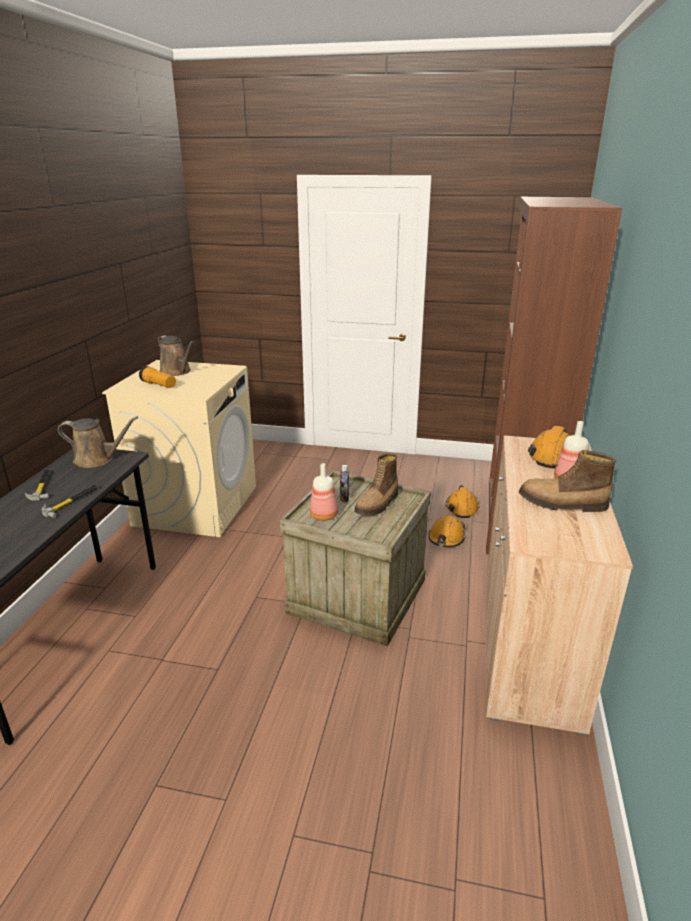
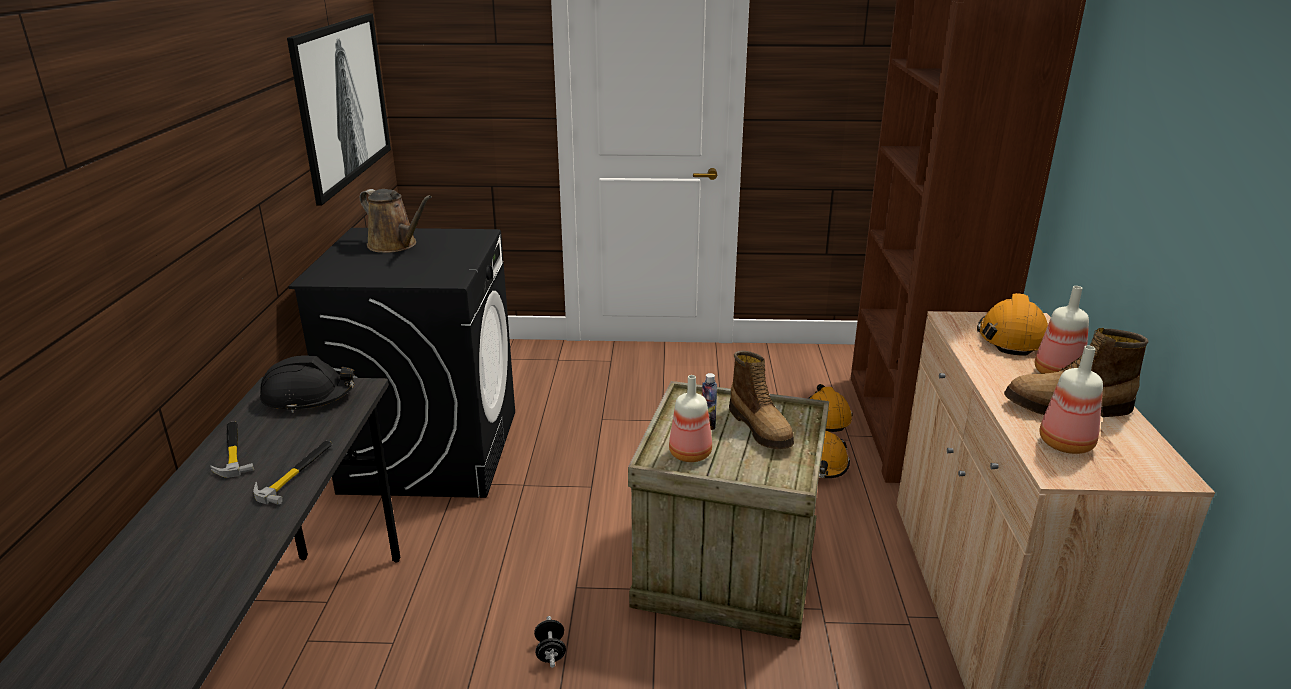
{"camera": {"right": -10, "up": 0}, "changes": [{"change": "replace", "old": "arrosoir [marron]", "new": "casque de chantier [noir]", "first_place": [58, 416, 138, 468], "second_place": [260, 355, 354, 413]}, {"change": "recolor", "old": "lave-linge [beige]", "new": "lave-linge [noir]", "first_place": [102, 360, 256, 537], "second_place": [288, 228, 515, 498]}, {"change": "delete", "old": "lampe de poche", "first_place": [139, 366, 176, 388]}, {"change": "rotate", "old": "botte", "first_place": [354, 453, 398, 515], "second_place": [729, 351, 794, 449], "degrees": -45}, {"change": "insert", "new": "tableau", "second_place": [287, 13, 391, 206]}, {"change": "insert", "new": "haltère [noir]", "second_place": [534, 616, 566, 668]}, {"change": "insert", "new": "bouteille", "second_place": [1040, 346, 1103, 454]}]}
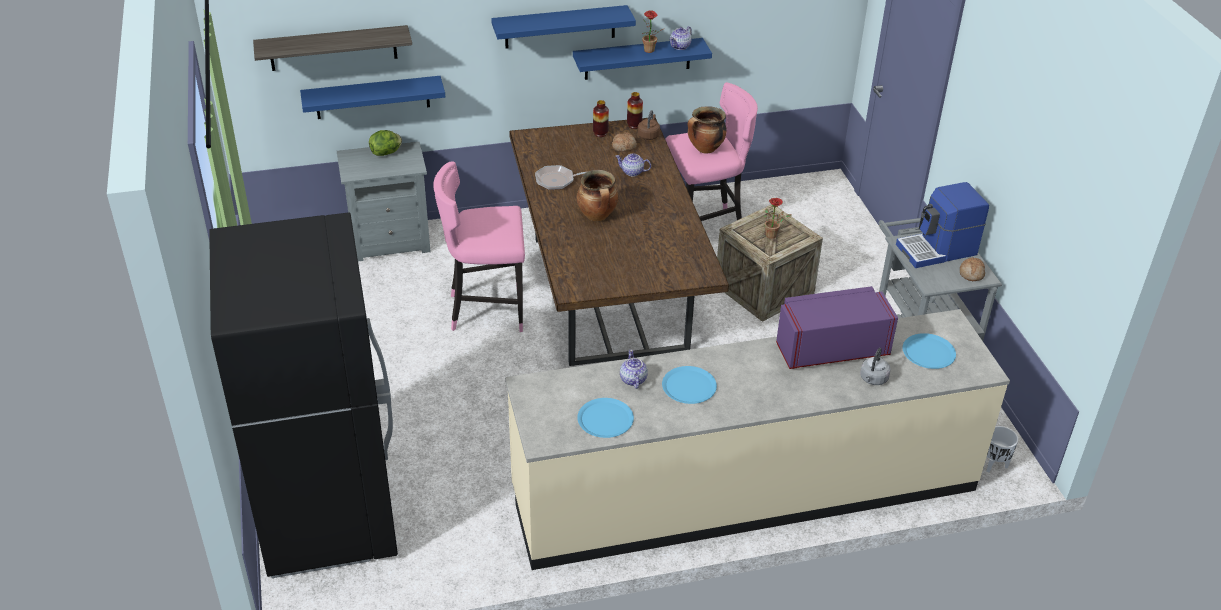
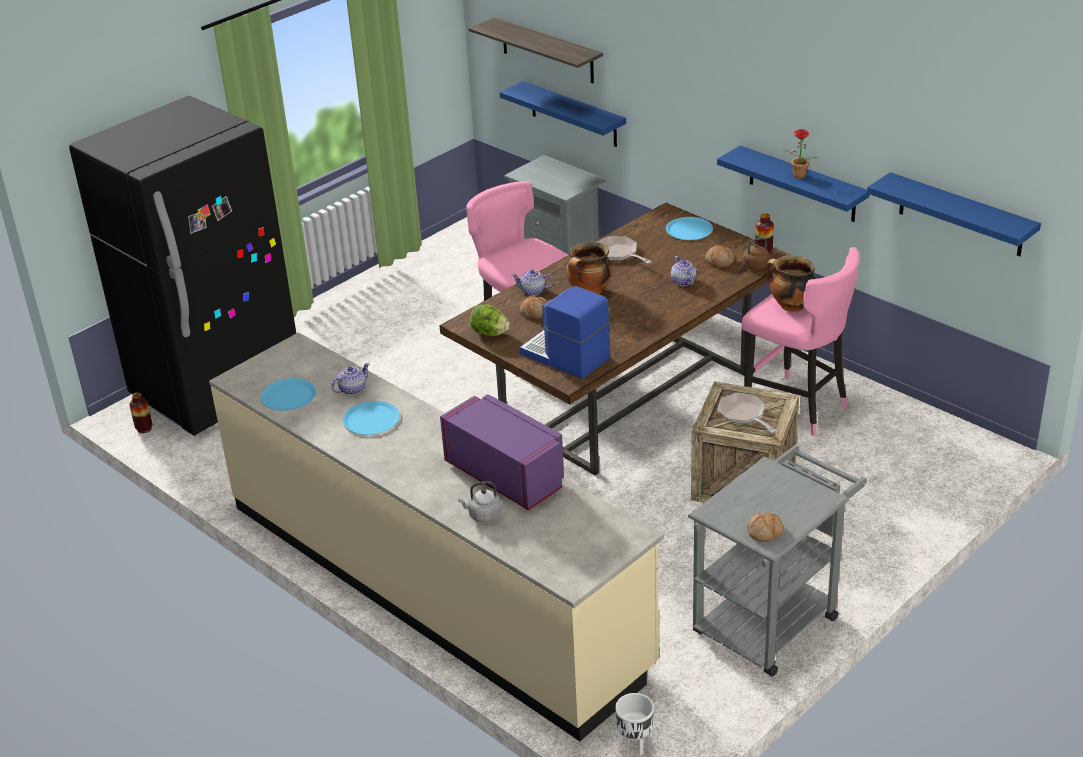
{"camera": {"right": 60, "up": -5}, "changes": [{"change": "move", "old": "laitue", "first_place": [369, 130, 402, 156], "second_place": [470, 304, 510, 336]}, {"change": "move", "old": "étagère [bleu]", "first_place": [491, 5, 636, 49], "second_place": [867, 172, 1041, 256]}, {"change": "move", "old": "vase", "first_place": [593, 100, 609, 137], "second_place": [130, 393, 152, 433]}, {"change": "move", "old": "théière", "first_place": [670, 26, 692, 50], "second_place": [511, 269, 554, 296]}, {"change": "replace", "old": "plante en pot", "new": "poêle", "first_place": [764, 198, 792, 239], "second_place": [718, 393, 777, 433]}, {"change": "move", "old": "machine à café", "first_place": [896, 182, 989, 268], "second_place": [520, 286, 610, 379]}, {"change": "move", "old": "assiette [bleu]", "first_place": [903, 333, 956, 369], "second_place": [666, 217, 713, 240]}, {"change": "insert", "new": "pain", "second_place": [520, 296, 547, 319]}]}
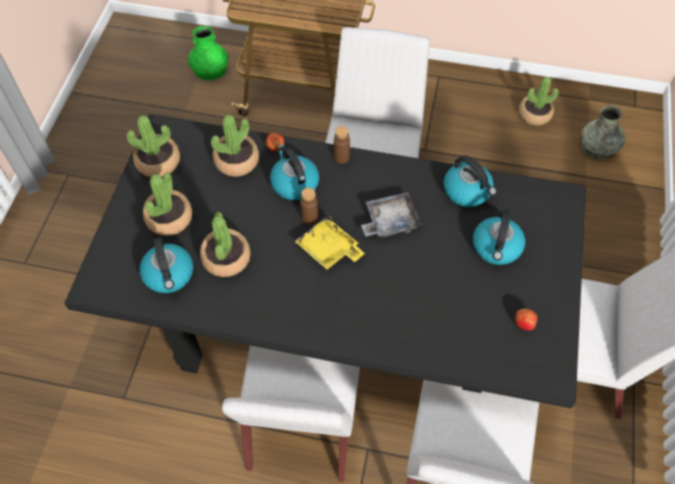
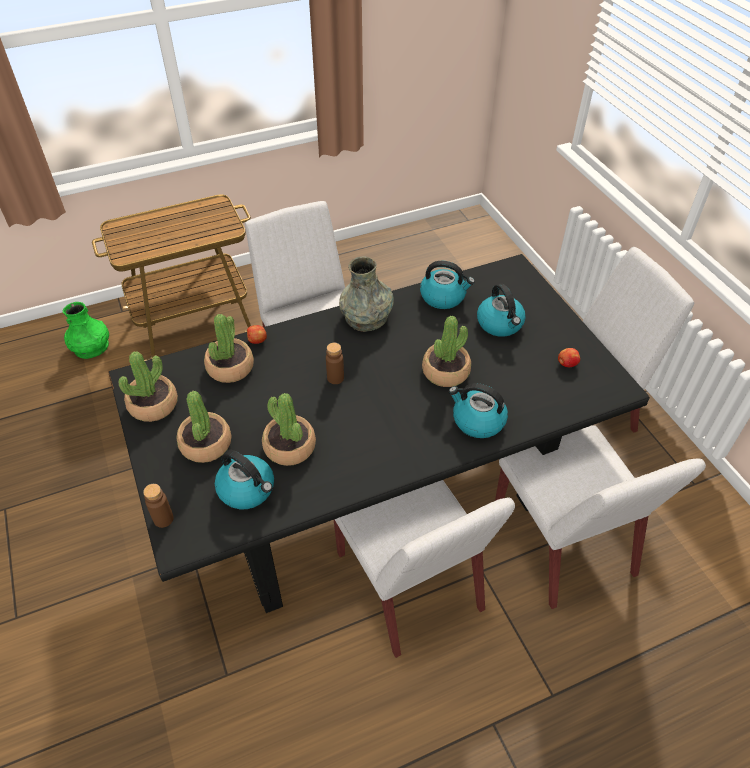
{"camera": {"right": -35, "up": -10}, "changes": [{"change": "move", "old": "bouilloire", "first_place": [270, 144, 319, 200], "second_place": [449, 383, 508, 438]}, {"change": "delete", "old": "plateau [jaune]", "first_place": [295, 214, 365, 270]}, {"change": "move", "old": "bouteille [marron]", "first_place": [334, 126, 350, 164], "second_place": [143, 484, 174, 528]}, {"change": "delete", "old": "plateau [gris]", "first_place": [361, 192, 422, 238]}, {"change": "move", "old": "plante en pot", "first_place": [519, 77, 559, 126], "second_place": [422, 316, 471, 387]}, {"change": "move", "old": "vase [gris]", "first_place": [581, 105, 625, 160], "second_place": [339, 257, 394, 332]}]}
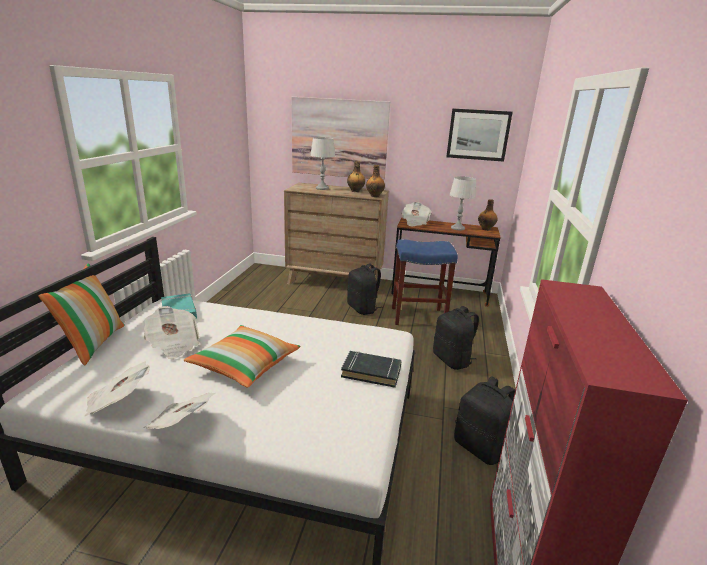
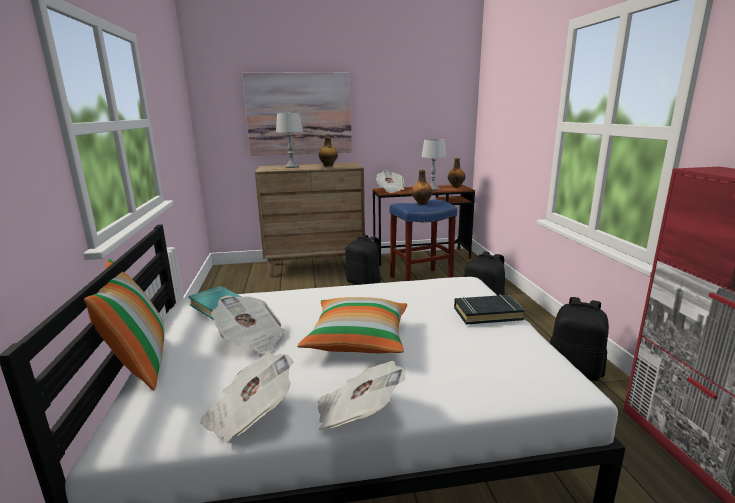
{"camera": {"right": -20, "up": -5}, "changes": [{"change": "move", "old": "bouteille", "first_place": [366, 165, 385, 197], "second_place": [412, 170, 433, 205]}, {"change": "delete", "old": "tableau", "first_place": [446, 108, 513, 162]}]}
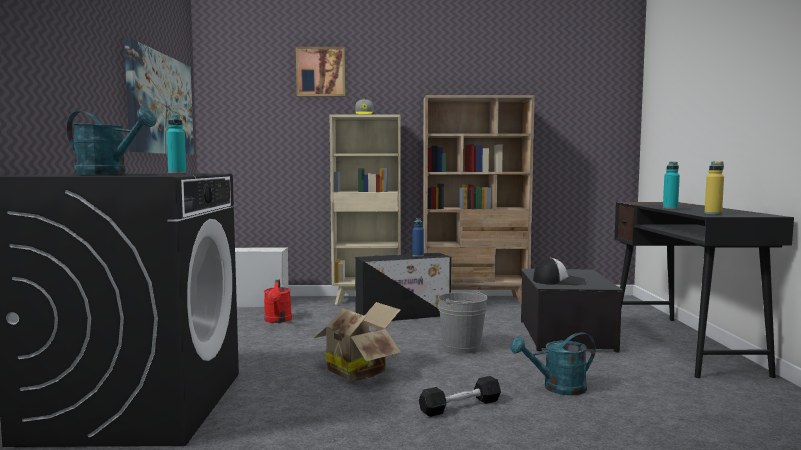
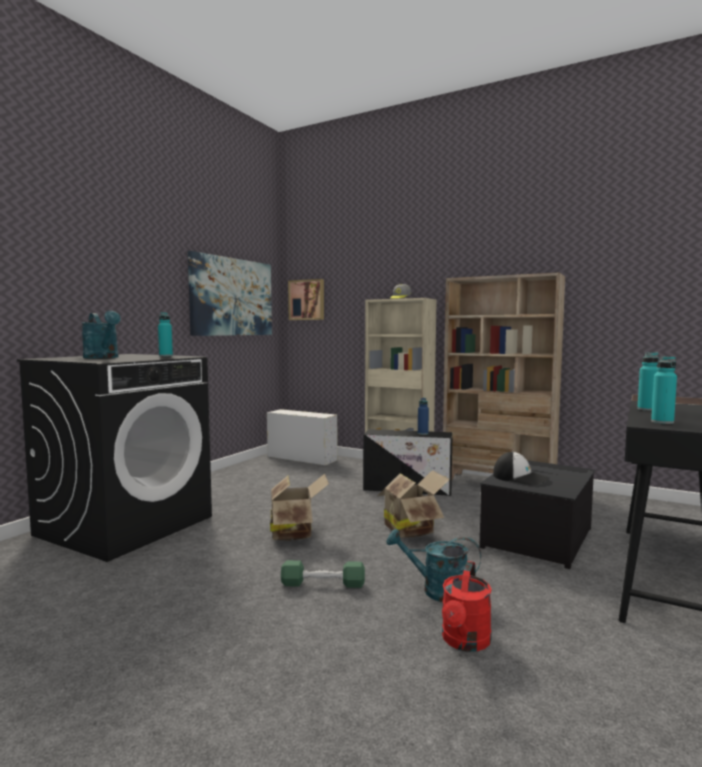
{"camera": {"right": 30, "up": 0}, "changes": [{"change": "move", "old": "arrosoir [rouge]", "first_place": [264, 280, 292, 323], "second_place": [442, 561, 492, 652]}, {"change": "move", "old": "tableau", "first_place": [296, 47, 345, 97], "second_place": [288, 279, 324, 320]}, {"change": "recolor", "old": "haltère [noir]", "new": "haltère [vert]", "first_place": [419, 376, 501, 417], "second_place": [281, 560, 365, 588]}, {"change": "replace", "old": "seau [gris]", "new": "carton", "first_place": [438, 290, 488, 354], "second_place": [377, 470, 450, 538]}, {"change": "recolor", "old": "bouteille [jaune]", "new": "bouteille [turquoise]", "first_place": [705, 161, 724, 215], "second_place": [651, 356, 677, 424]}]}
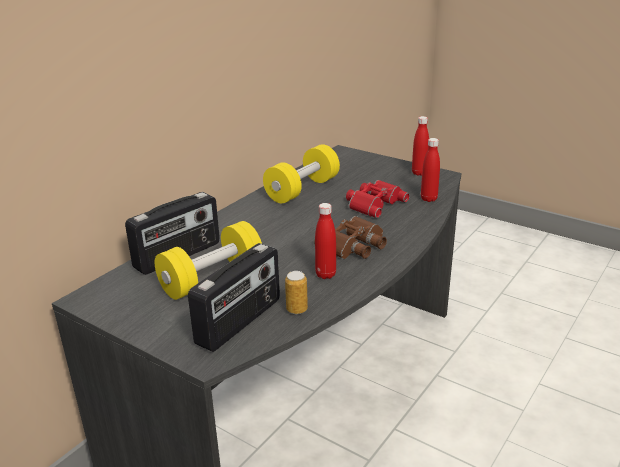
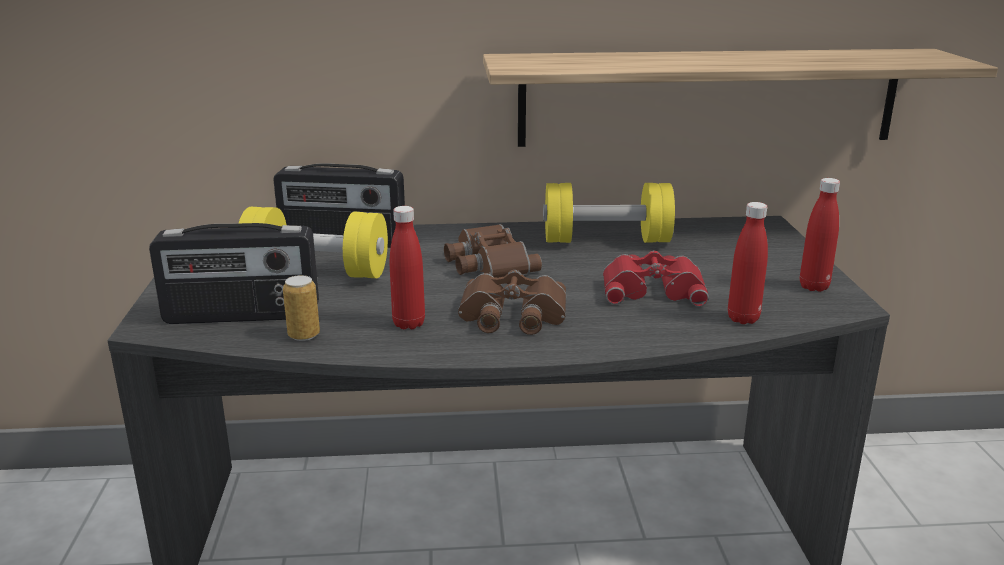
{"camera": {"right": 50, "up": -5}, "changes": [{"change": "insert", "new": "jumelles [marron]", "second_place": [444, 224, 542, 278]}, {"change": "insert", "new": "étagère", "second_place": [483, 49, 998, 147]}]}
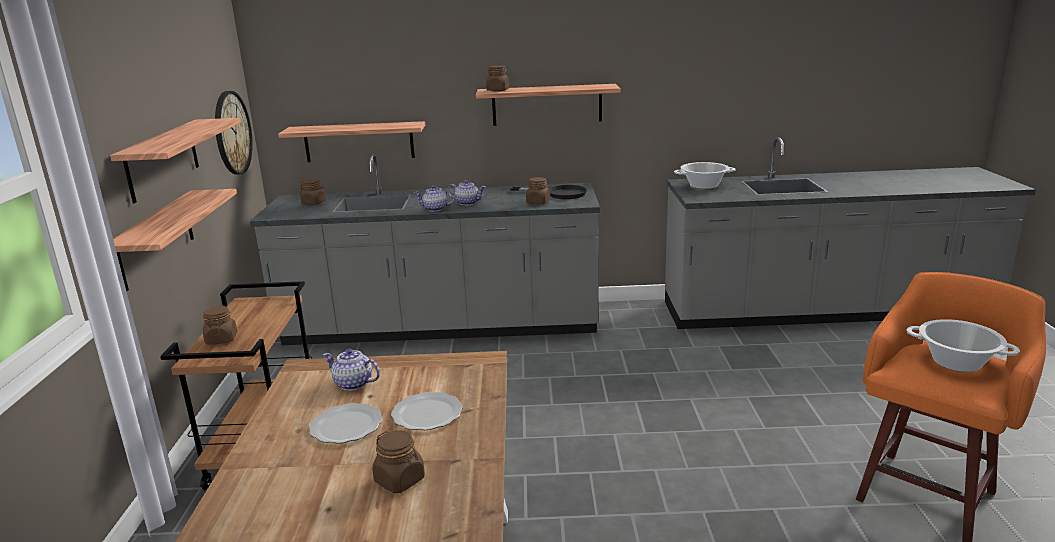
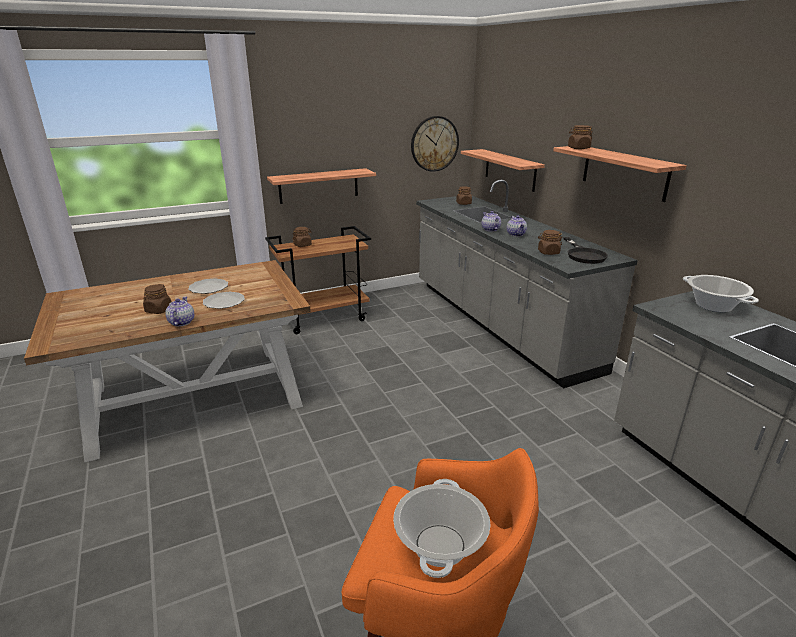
{"camera": {"right": 65, "up": 5}, "changes": [{"change": "delete", "old": "étagère", "first_place": [110, 118, 241, 203]}, {"change": "move", "old": "théière", "first_place": [323, 349, 380, 391], "second_place": [165, 297, 194, 327]}]}
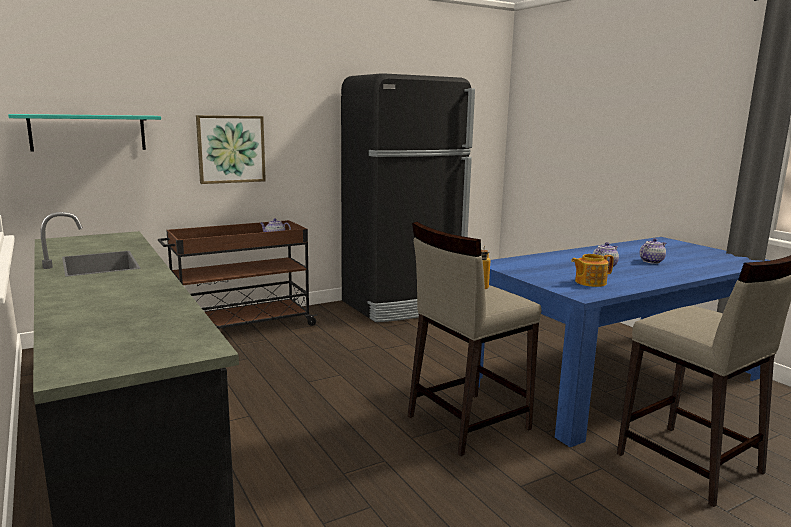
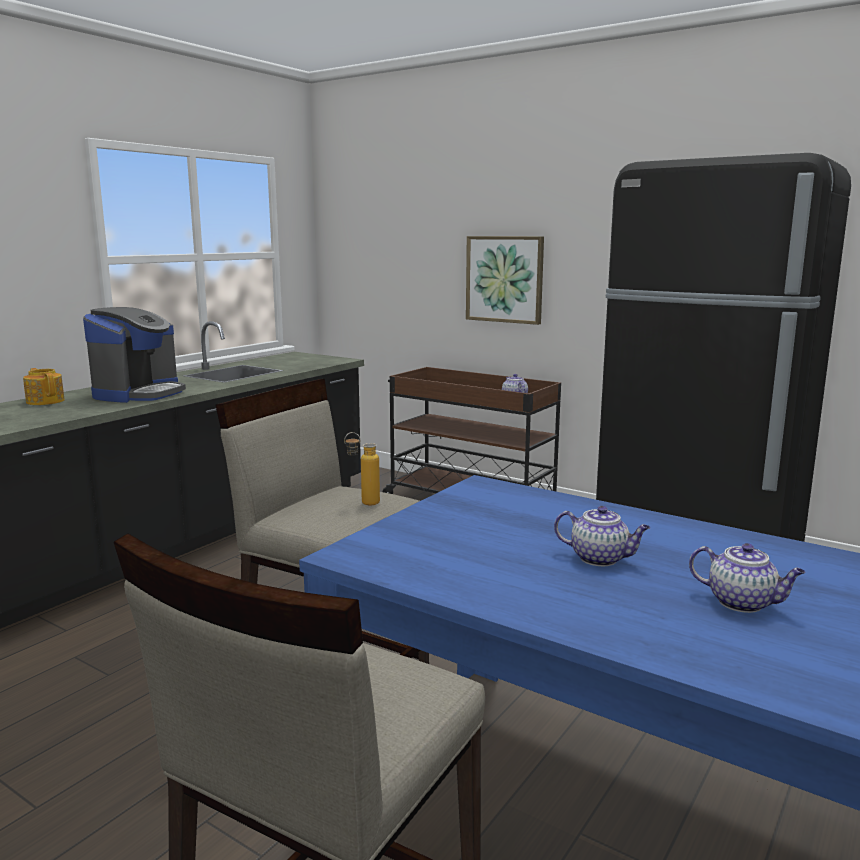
{"camera": {"right": 65, "up": 0}, "changes": [{"change": "delete", "old": "étagère [turquoise]", "first_place": [8, 114, 161, 151]}, {"change": "move", "old": "théière", "first_place": [571, 254, 614, 287], "second_place": [23, 368, 65, 405]}, {"change": "insert", "new": "machine à café", "second_place": [83, 307, 186, 403]}]}
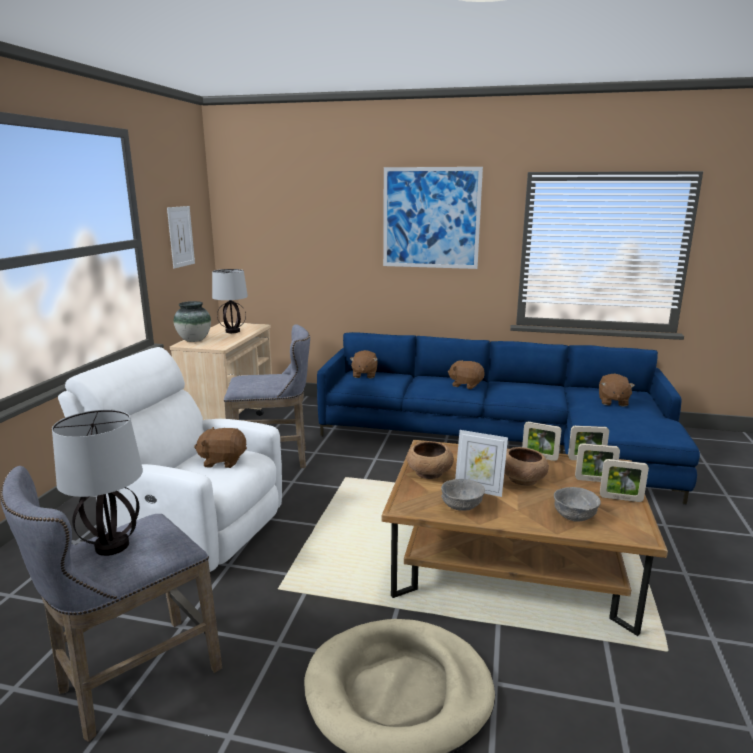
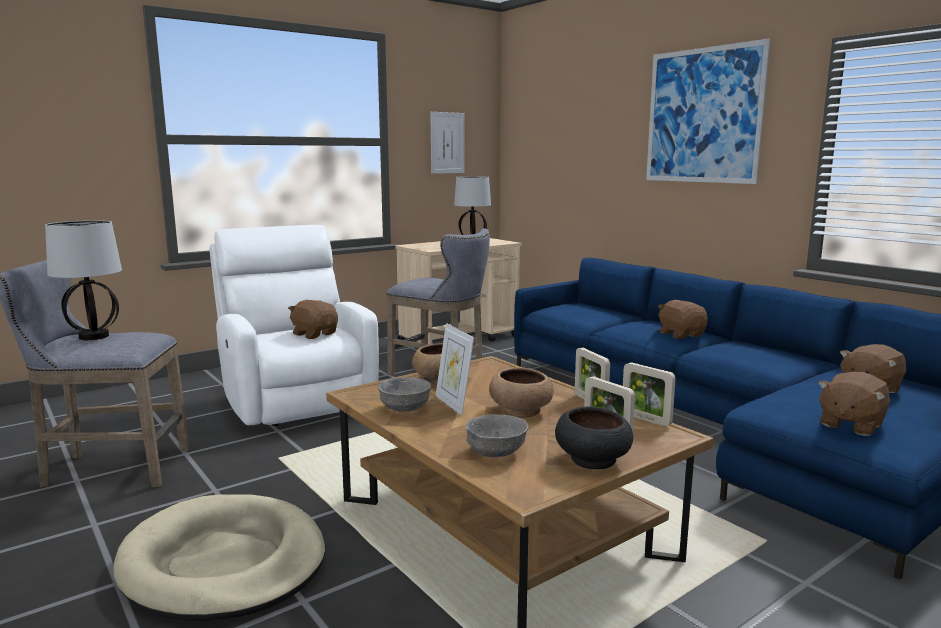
{"camera": {"right": 40, "up": -5}, "changes": [{"change": "delete", "old": "vase", "first_place": [174, 301, 211, 342]}, {"change": "move", "old": "peluche [marron]", "first_place": [350, 350, 378, 378], "second_place": [818, 372, 890, 436]}, {"change": "replace", "old": "cadre photo", "new": "bol [noir]", "first_place": [600, 459, 649, 502], "second_place": [555, 407, 633, 469]}]}
